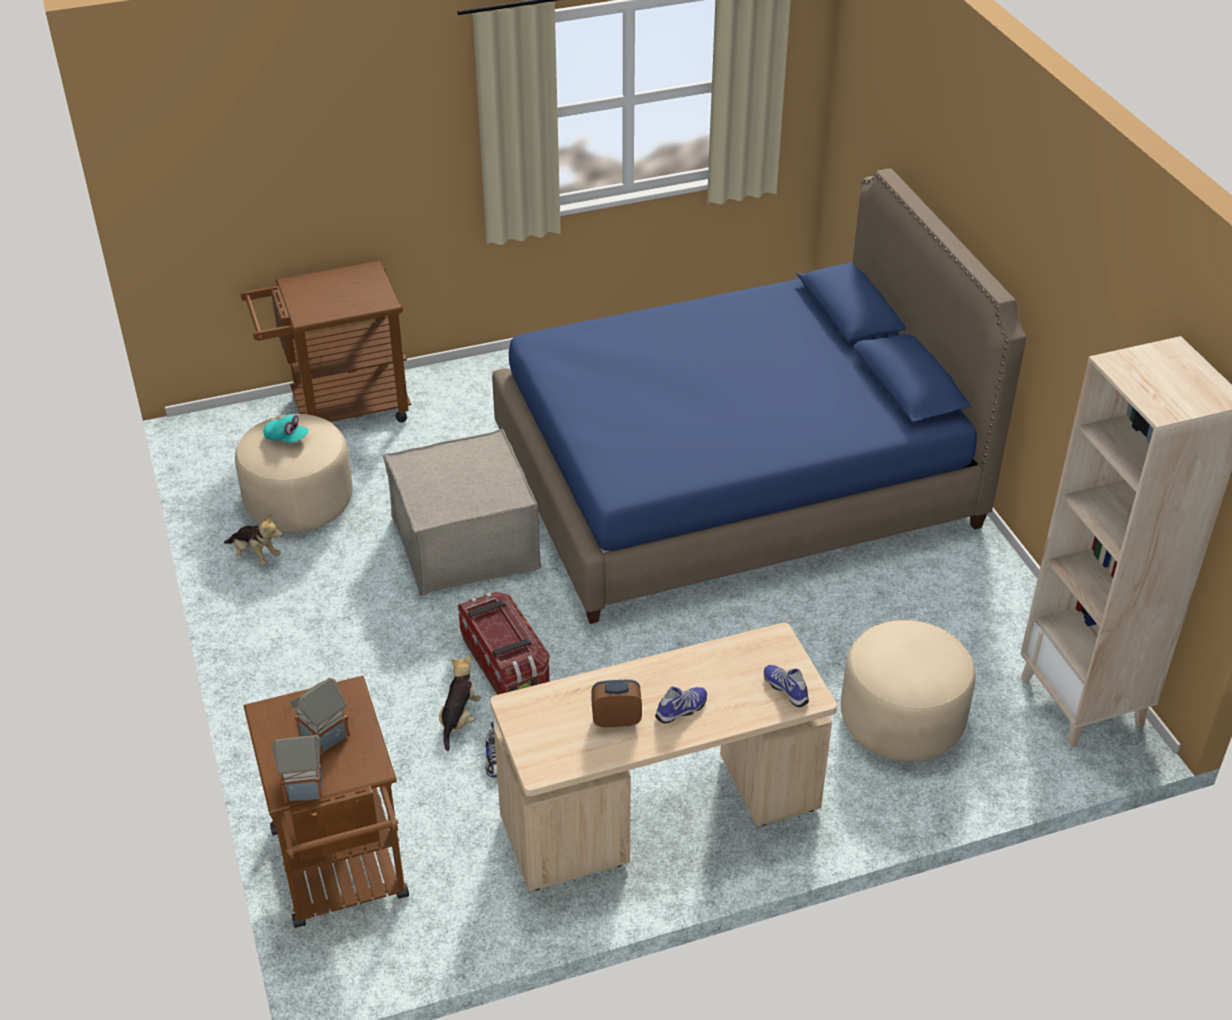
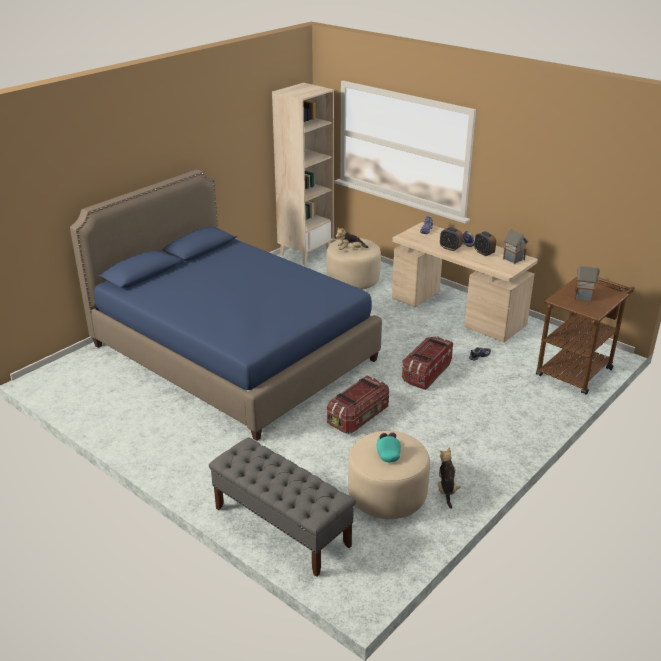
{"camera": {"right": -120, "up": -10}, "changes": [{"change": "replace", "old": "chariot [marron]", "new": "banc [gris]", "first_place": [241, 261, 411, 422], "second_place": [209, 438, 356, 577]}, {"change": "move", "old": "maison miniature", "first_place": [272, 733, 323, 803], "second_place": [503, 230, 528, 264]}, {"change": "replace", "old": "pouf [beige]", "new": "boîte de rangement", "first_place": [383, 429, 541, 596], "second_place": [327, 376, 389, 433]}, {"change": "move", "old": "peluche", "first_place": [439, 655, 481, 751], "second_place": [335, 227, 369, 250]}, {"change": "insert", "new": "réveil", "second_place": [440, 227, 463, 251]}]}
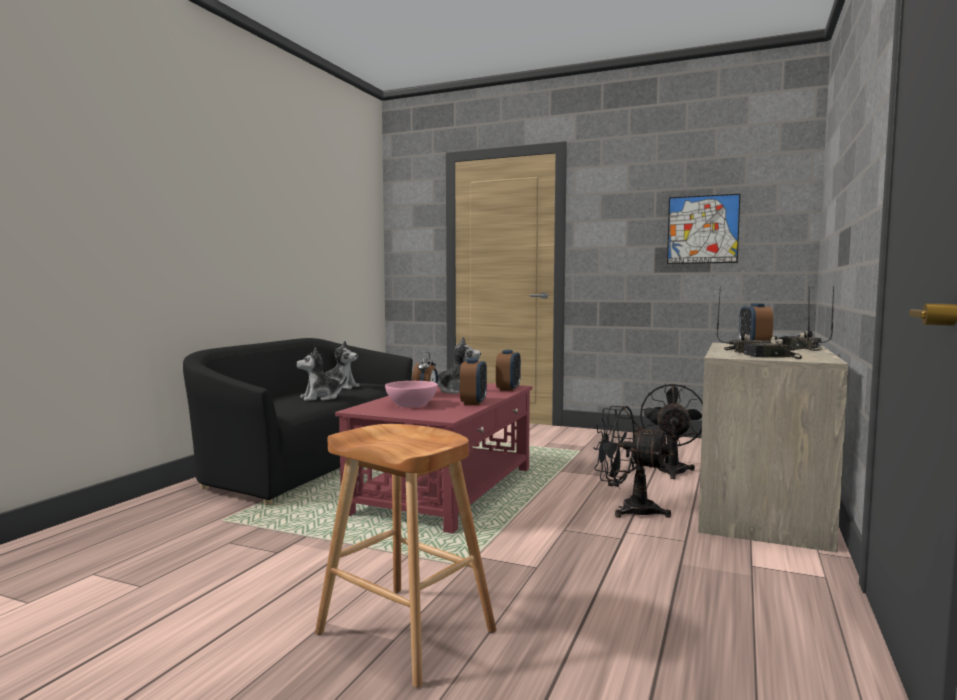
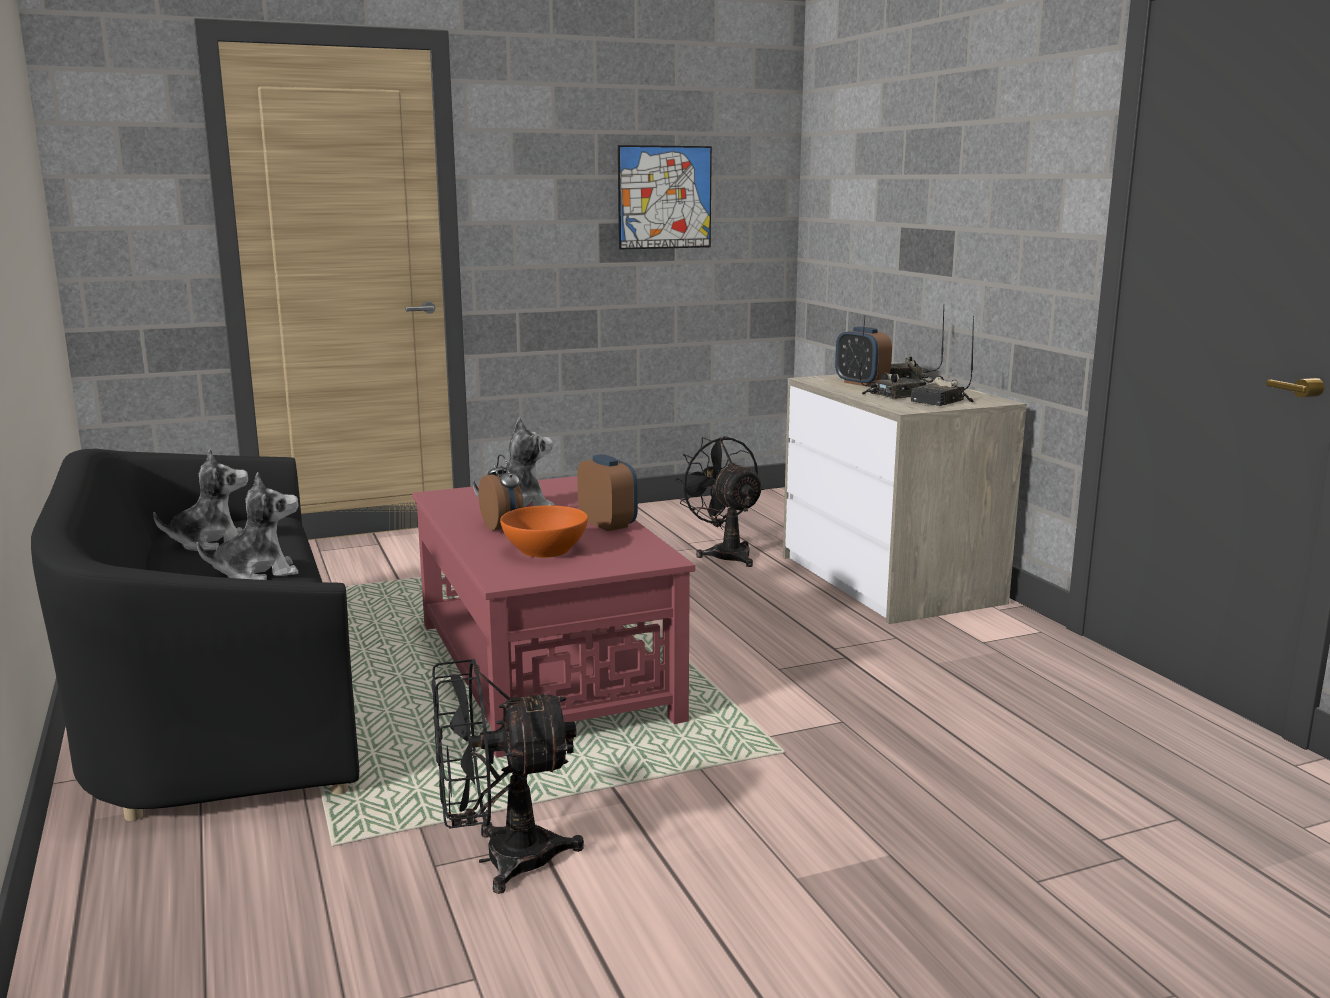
{"camera": {"right": -45, "up": 10}, "changes": [{"change": "rotate", "old": "peluche", "first_place": [296, 348, 347, 401], "second_place": [197, 472, 299, 580], "degrees": -135}, {"change": "delete", "old": "tabouret [marron]", "first_place": [315, 424, 496, 688]}, {"change": "recolor", "old": "bol [rose]", "new": "bol [orange]", "first_place": [385, 381, 438, 408], "second_place": [500, 505, 588, 558]}, {"change": "delete", "old": "réveil", "first_place": [496, 350, 521, 391]}, {"change": "move", "old": "ventilateur [noir]", "first_place": [593, 406, 671, 518], "second_place": [431, 659, 584, 894]}]}
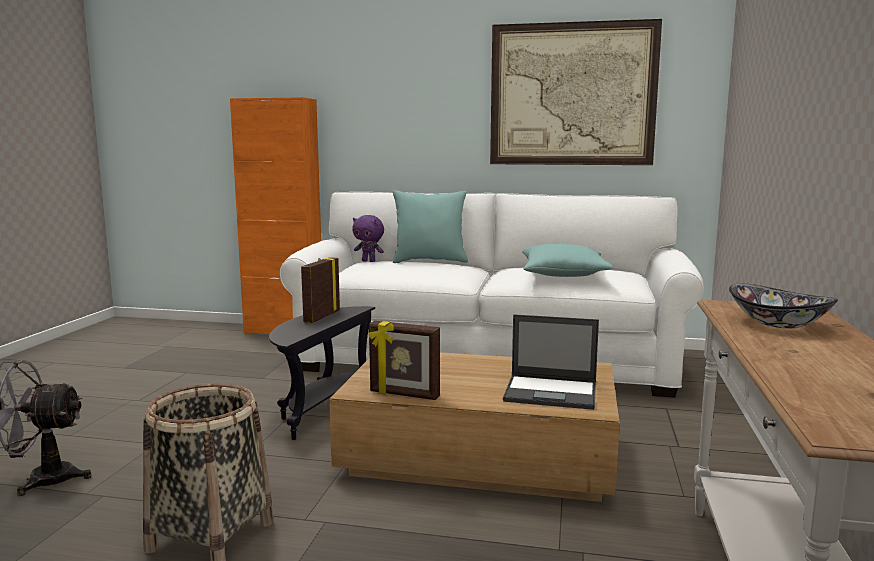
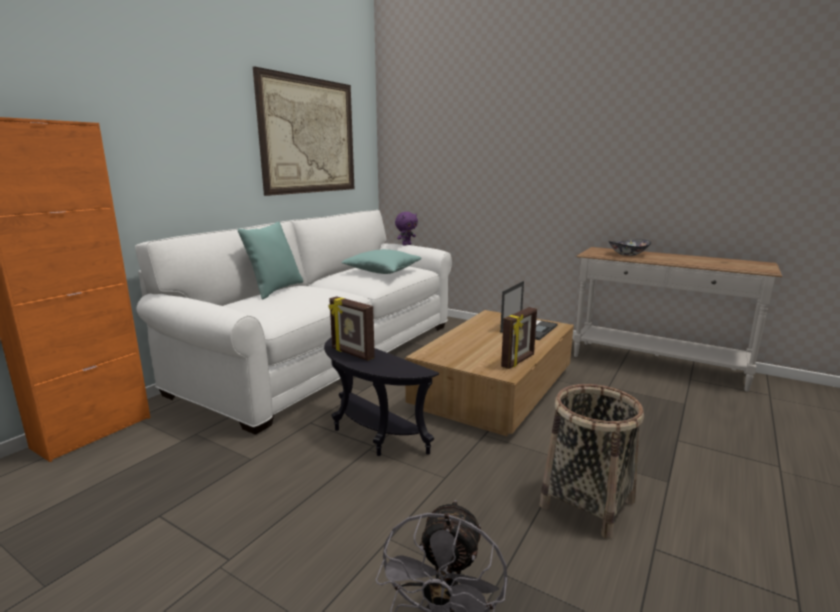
{"camera": {"right": -70, "up": 5}, "changes": [{"change": "move", "old": "peluche [violet]", "first_place": [352, 215, 384, 262], "second_place": [395, 212, 418, 246]}]}
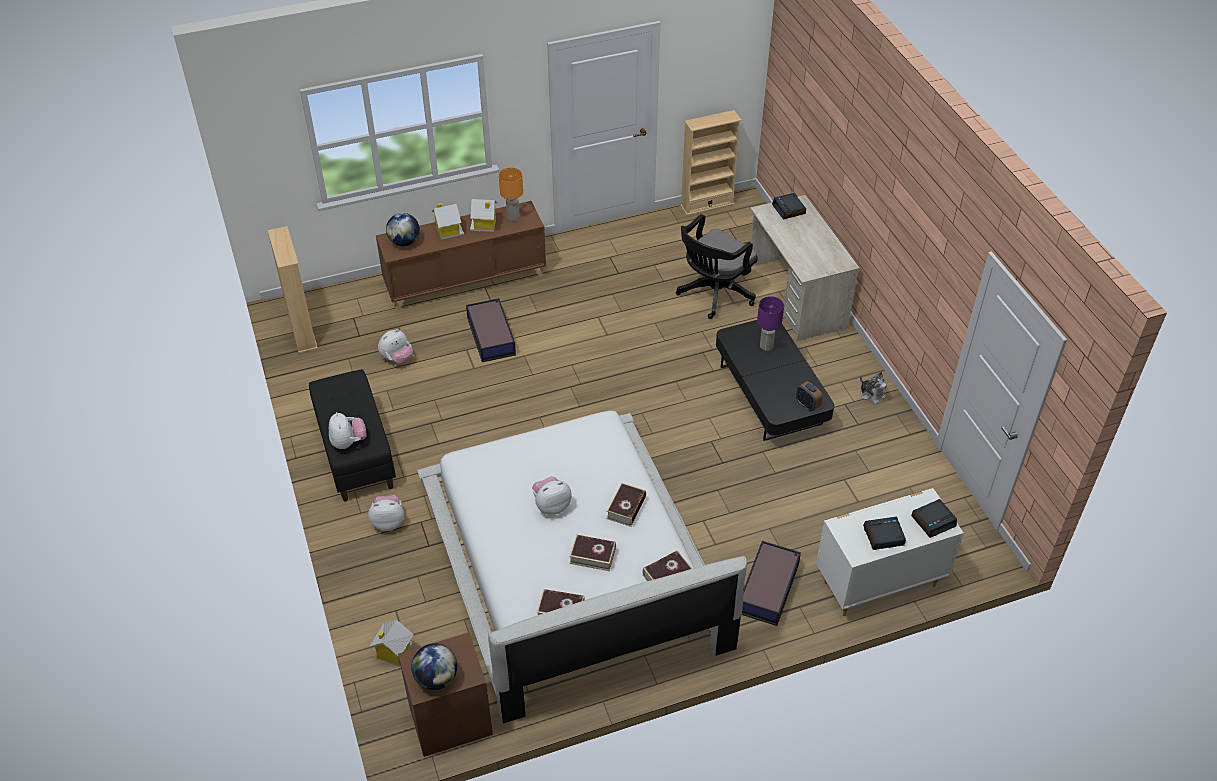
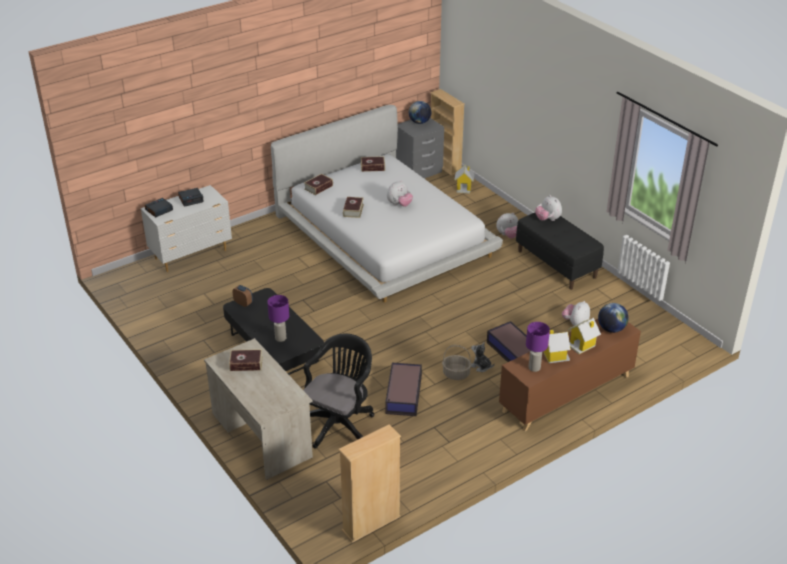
{"camera": {"right": 165, "up": -10}, "changes": [{"change": "move", "old": "bibliothèque [beige]", "first_place": [267, 226, 318, 353], "second_place": [430, 89, 465, 176]}, {"change": "recolor", "old": "table de chevet [marron]", "new": "table de chevet [gris]", "first_place": [398, 633, 493, 757], "second_place": [396, 118, 444, 179]}, {"change": "recolor", "old": "lampe de table [orange]", "new": "lampe de table [violet]", "first_place": [499, 167, 523, 221], "second_place": [526, 322, 550, 372]}, {"change": "move", "old": "livre", "first_place": [569, 535, 616, 571], "second_place": [229, 349, 263, 371]}, {"change": "move", "old": "boîte de rangement", "first_place": [742, 541, 801, 626], "second_place": [385, 363, 422, 416]}, {"change": "delete", "old": "réveil", "first_place": [772, 193, 806, 220]}, {"change": "move", "old": "peluche", "first_place": [860, 372, 887, 404], "second_place": [471, 342, 494, 372]}, {"change": "insert", "new": "panier", "second_place": [442, 345, 471, 380]}]}
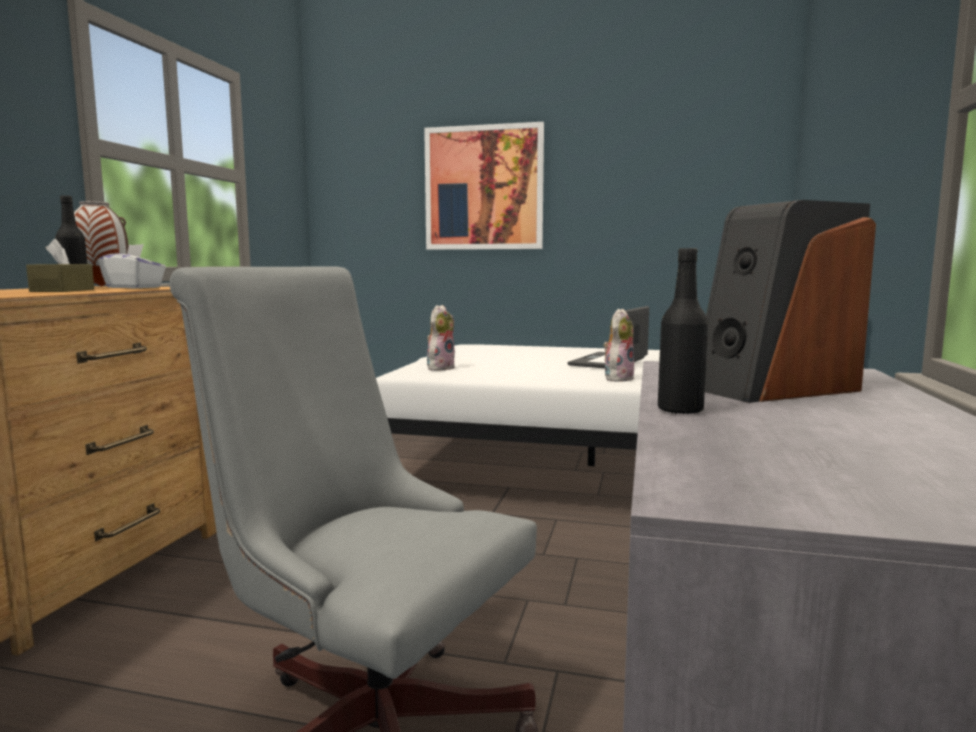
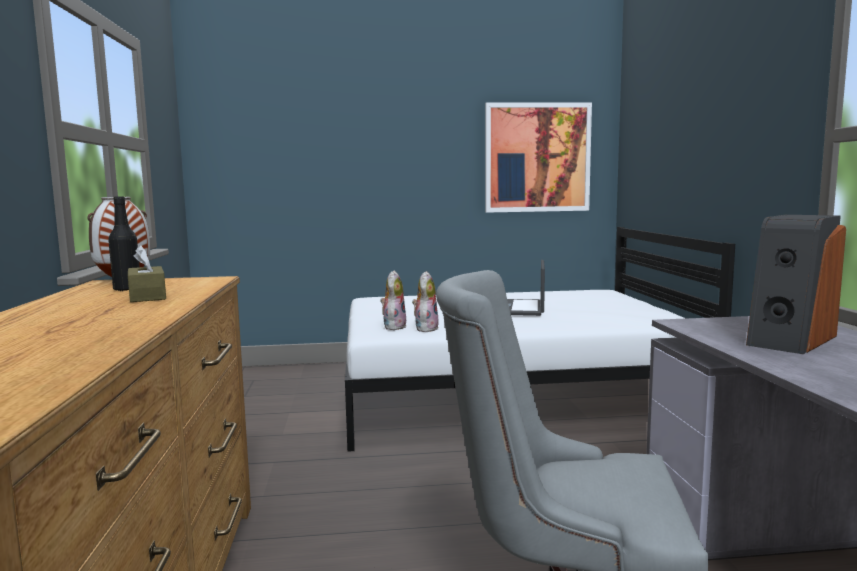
{"camera": {"right": -20, "up": 0}, "changes": [{"change": "delete", "old": "boîte à mouchoirs [blanc]", "first_place": [98, 244, 166, 288]}, {"change": "move", "old": "tableau", "first_place": [424, 122, 544, 250], "second_place": [485, 102, 592, 213]}, {"change": "move", "old": "peluche", "first_place": [603, 309, 635, 382], "second_place": [412, 271, 439, 332]}, {"change": "delete", "old": "bouteille [noir]", "first_place": [658, 248, 708, 414]}]}
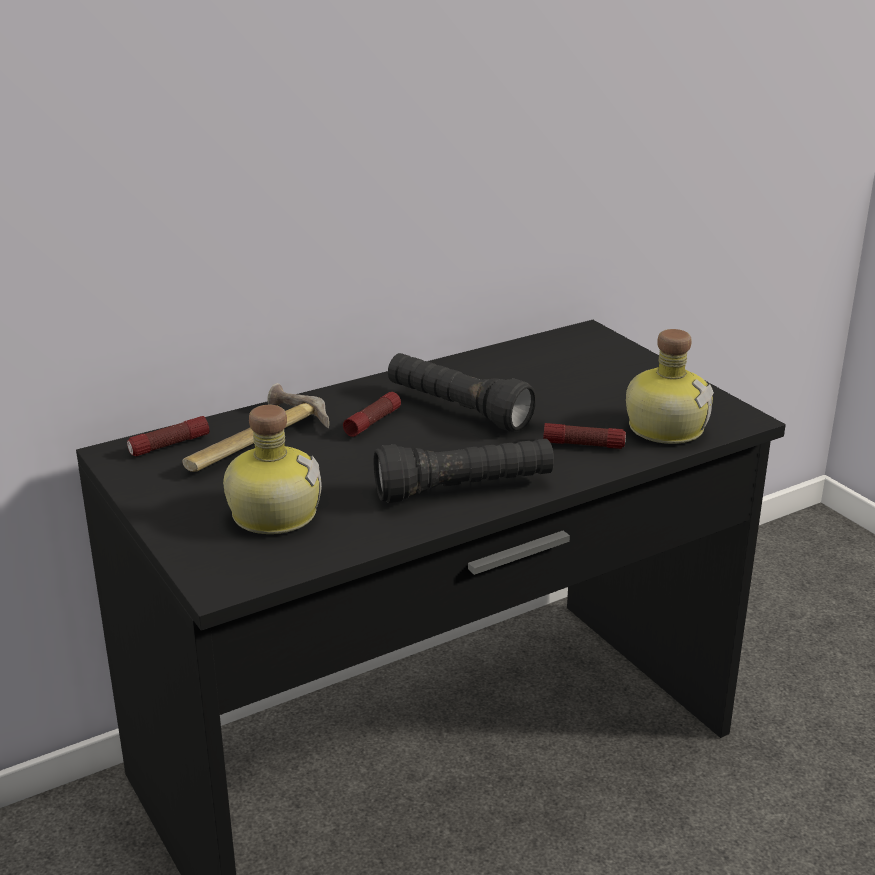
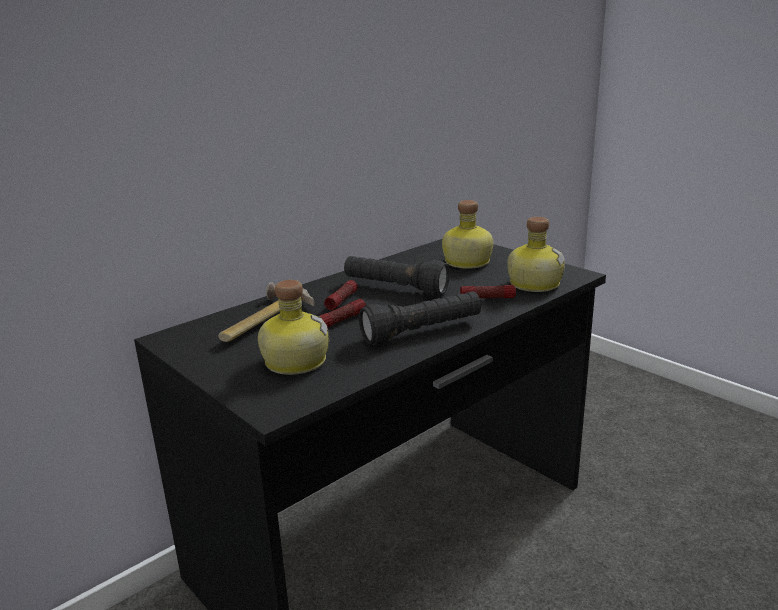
{"camera": {"right": -10, "up": -5}, "changes": [{"change": "move", "old": "lampe de poche", "first_place": [127, 416, 209, 456], "second_place": [318, 299, 366, 328]}, {"change": "insert", "new": "bouteille", "second_place": [442, 200, 494, 269]}]}
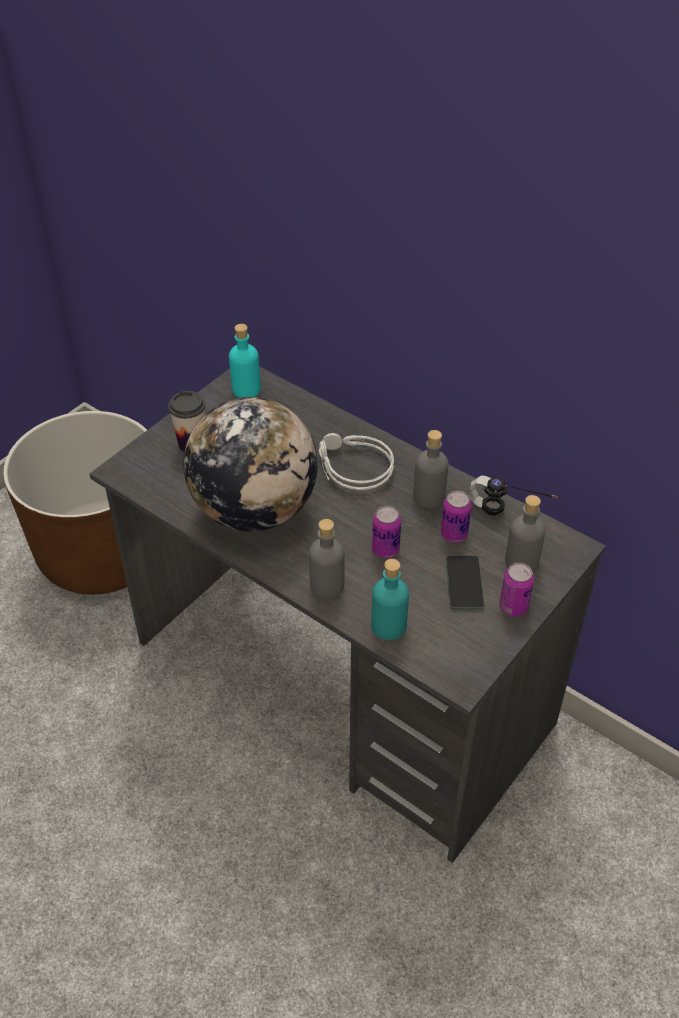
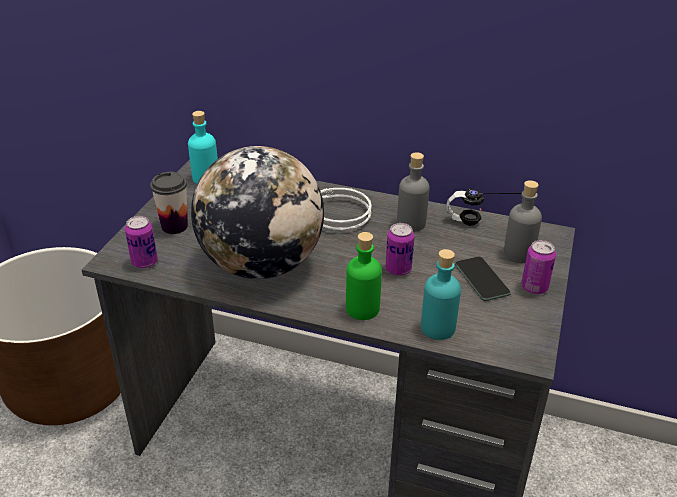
{"camera": {"right": -20, "up": -10}, "changes": [{"change": "recolor", "old": "bouteille [gris]", "new": "bouteille [vert]", "first_place": [309, 519, 345, 599], "second_place": [346, 232, 382, 320]}, {"change": "move", "old": "boîte métallique", "first_place": [441, 491, 472, 543], "second_place": [125, 216, 158, 268]}]}
